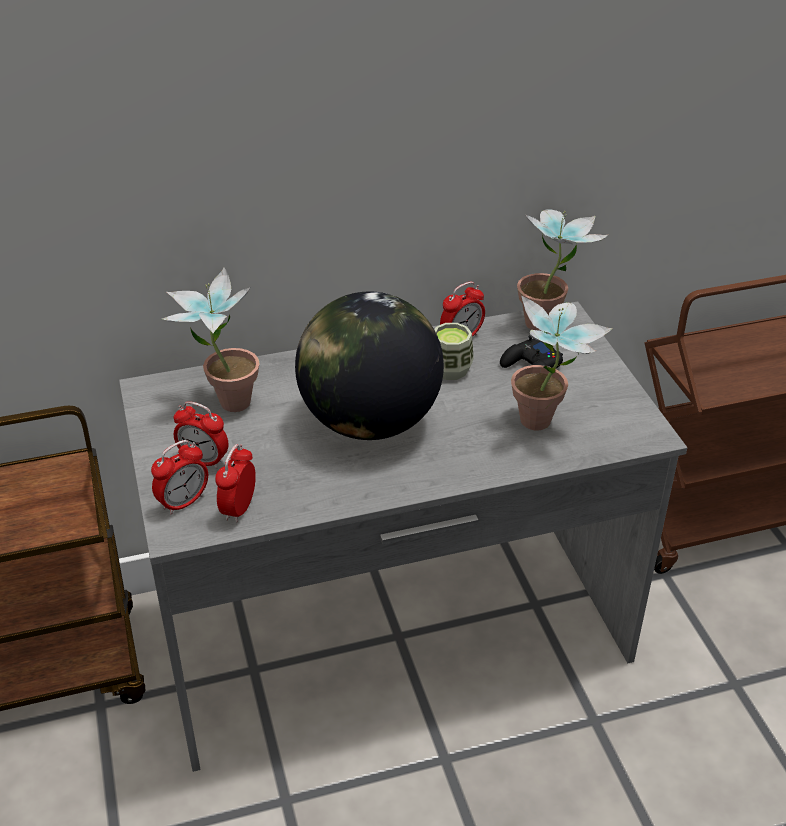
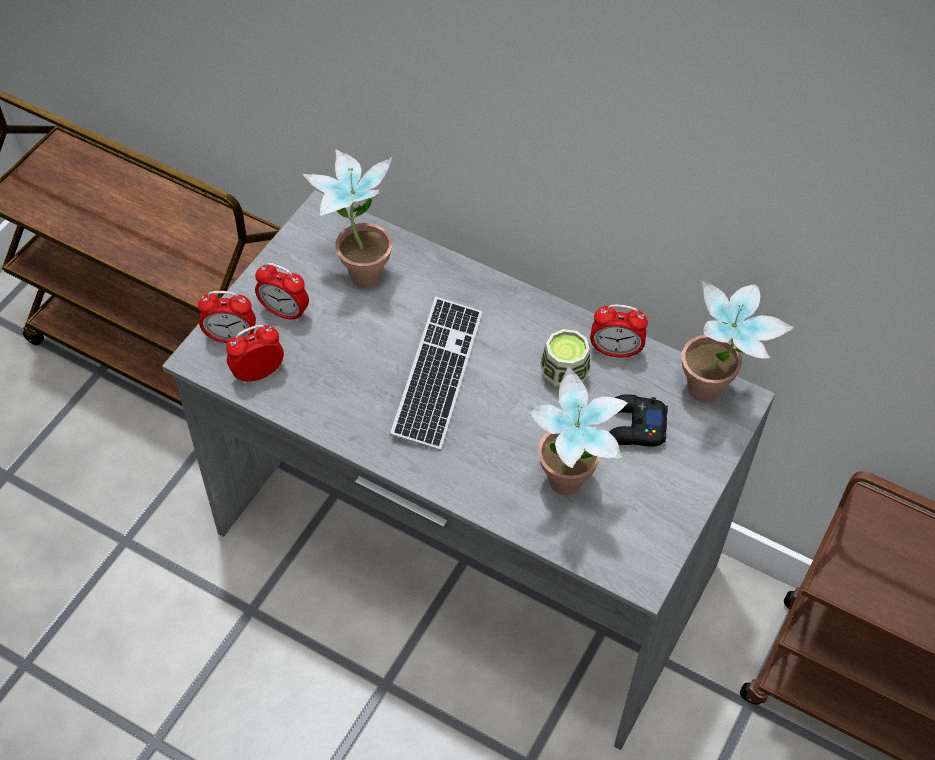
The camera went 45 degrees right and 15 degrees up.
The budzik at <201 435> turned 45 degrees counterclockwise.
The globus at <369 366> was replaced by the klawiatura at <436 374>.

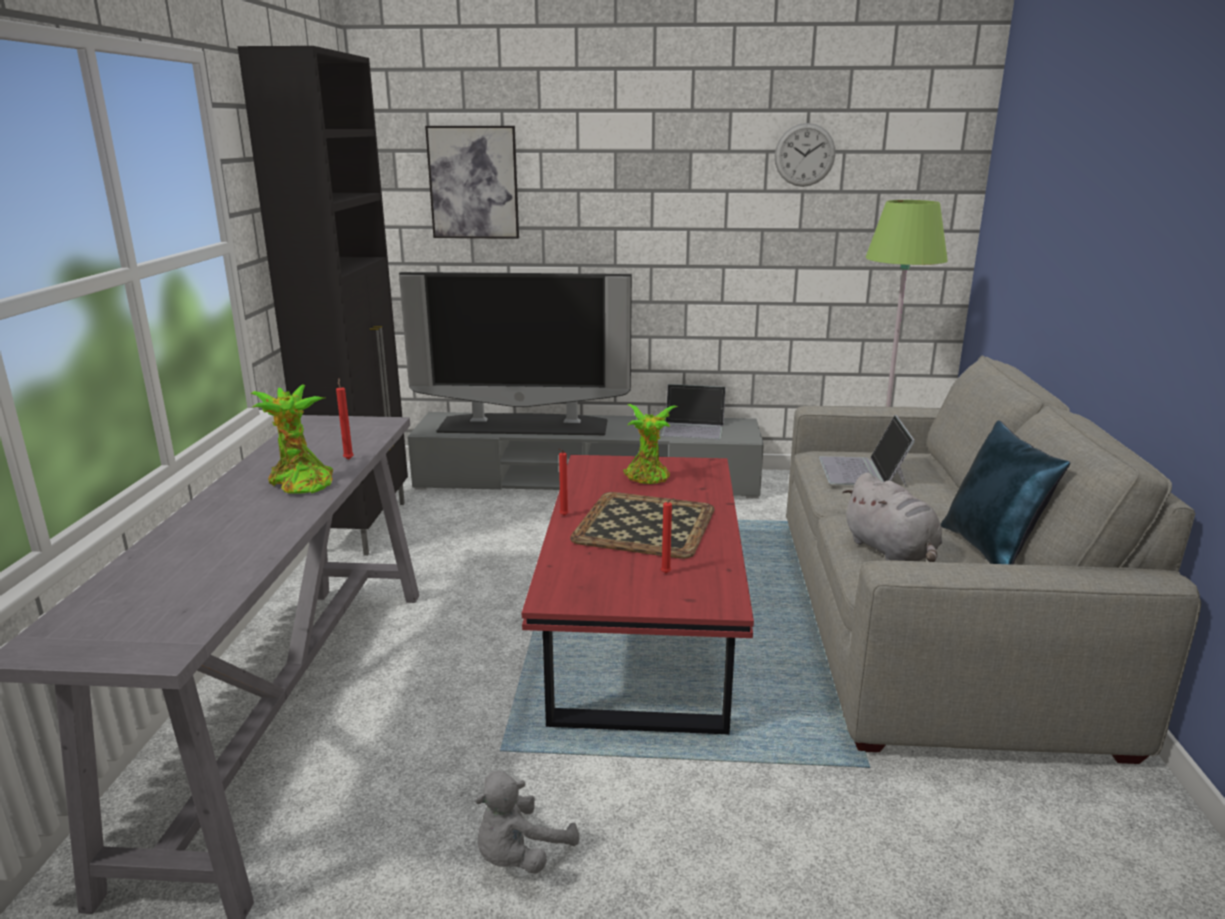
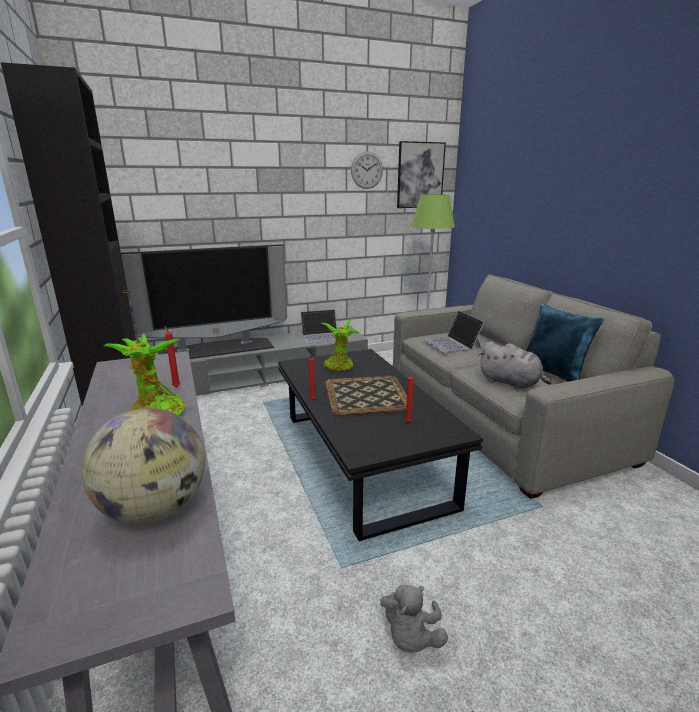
The camera went 25 degrees left and 0 degrees up.
The globus at <143 466> appeared.
The ława (czerwony) at <638 594> became the ława (czarny) at <380 445>.
The obraz moved from <472 182> to <421 174>.

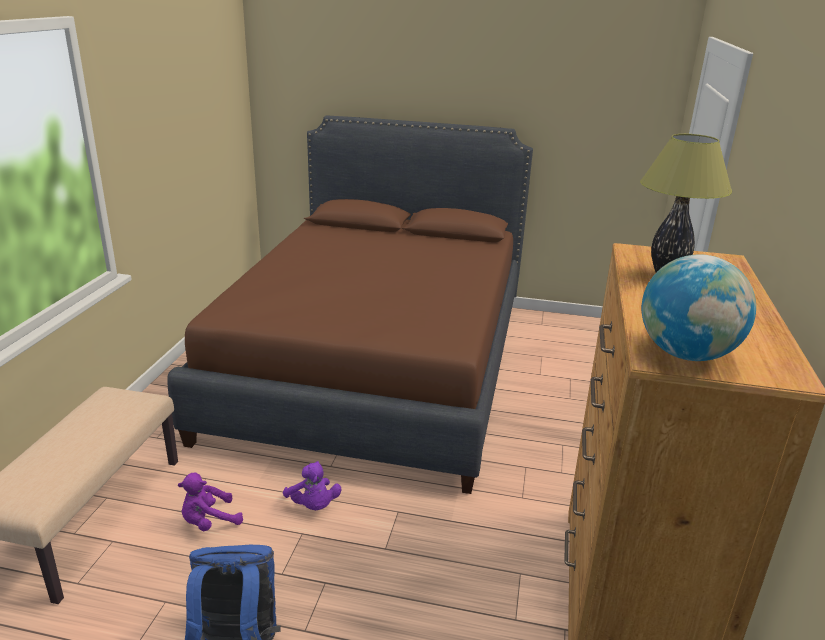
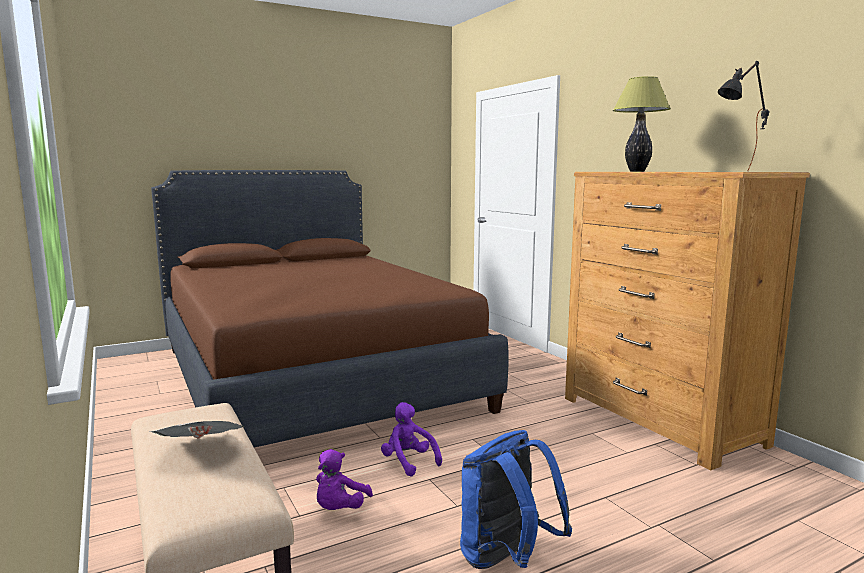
The camera went 40 degrees left and 15 degrees down.
The gazeta at <196 429> appeared.
The pluszak (fioletowy) at <312 485> turned 150 degrees counterclockwise.
The globus at <699 307> was replaced by the lampa stołowa (czarny) at <743 116>.

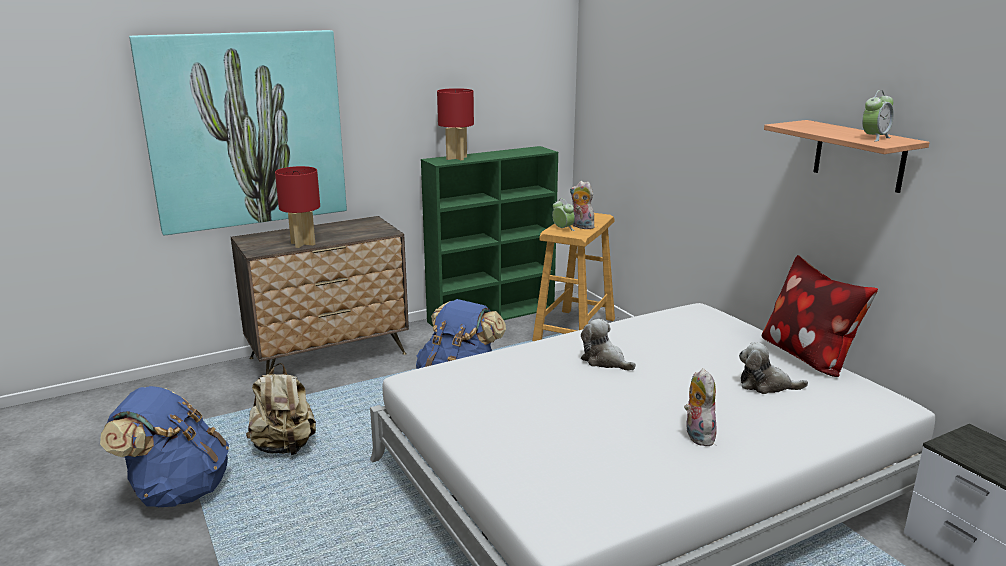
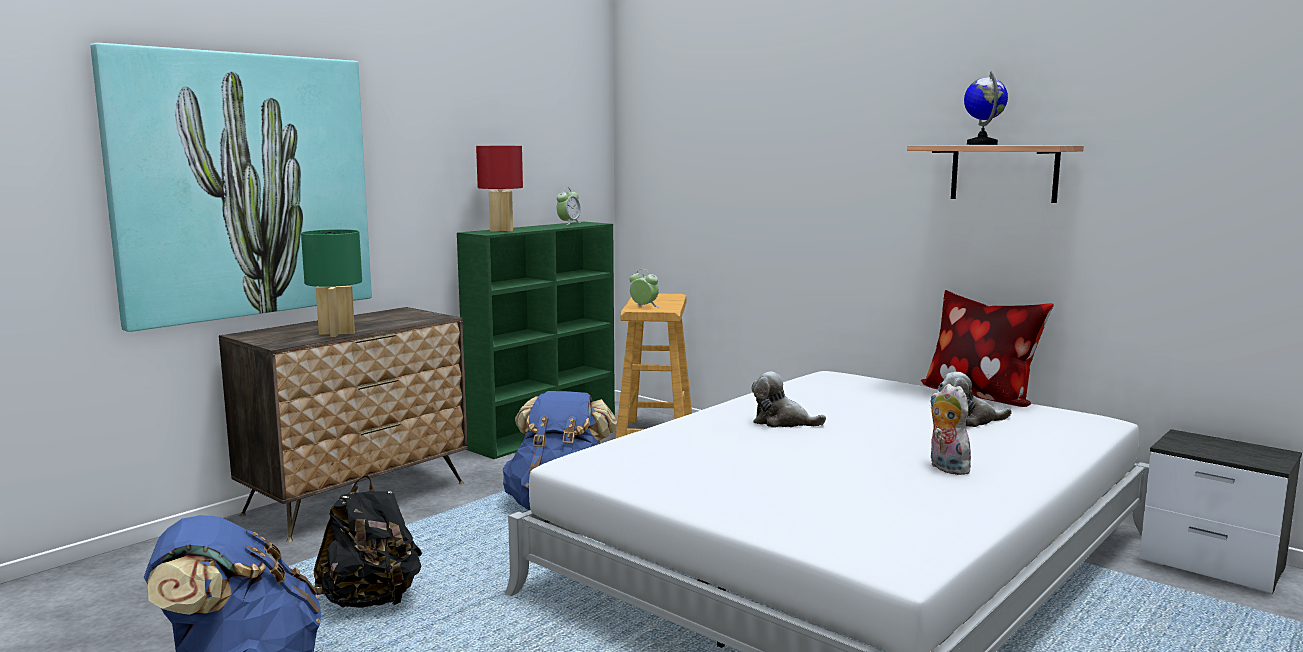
The camera went 20 degrees left and 10 degrees down.
The lampa stołowa (czerwony) at <297 207> became the lampa stołowa (zielony) at <331 283>.
The plecak (beżowy) at <281 409> became the plecak (czarny) at <368 541>.
The budzik moved from <878 116> to <568 206>.
The globus at <986 108> appeared.
The pluszak at <582 205> disappeared.

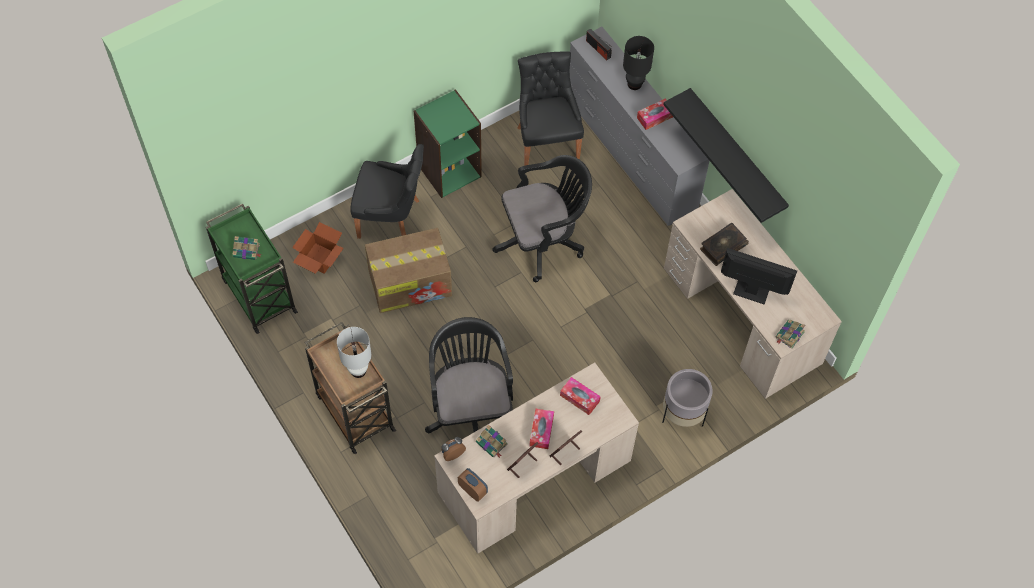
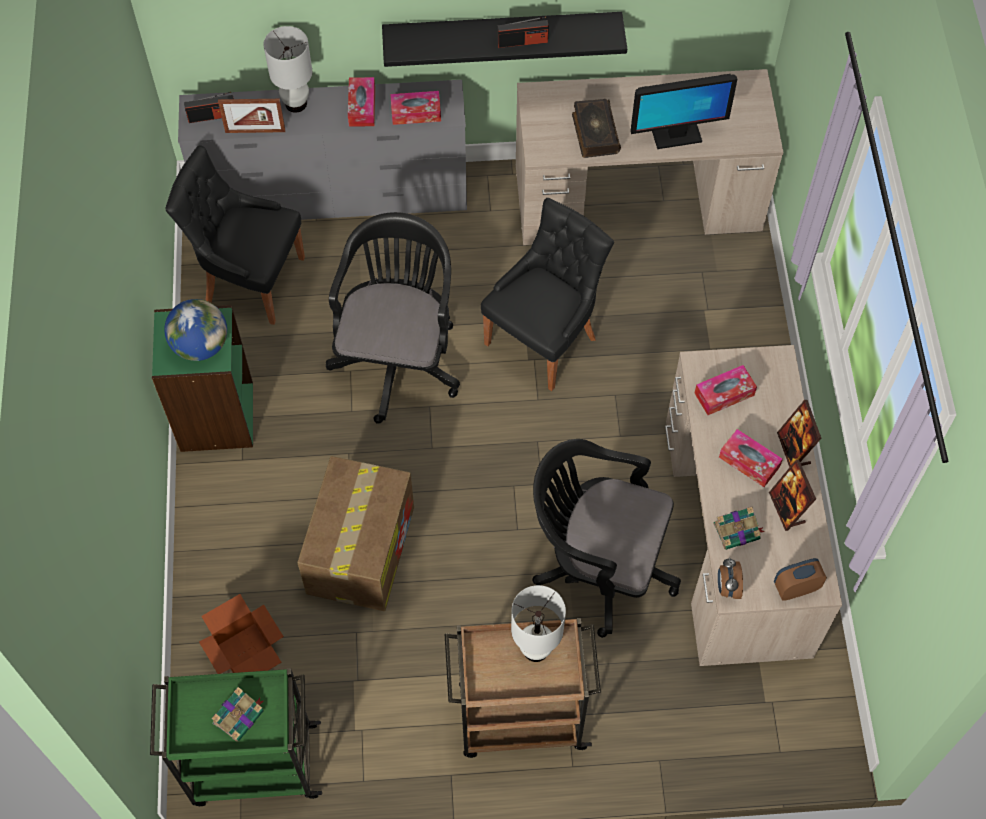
The camera went 60 degrees left and 0 degrees up.
The globus at <195 330> appeared.
The ramka na zdjęcie at <251 116> appeared.
The lampa stołowa (czarny) at <638 63> became the lampa stołowa (biały) at <287 69>.
The pudełko chusteczek at <415 108> appeared.
The krzesło (czarny) moved from <387 191> to <547 294>.
The radio at <523 32> appeared.
The monitor at <759 276> turned 150 degrees counterclockwise.
The donica (szary) at <687 398> disappeared.
The książka at <790 334> disappeared.

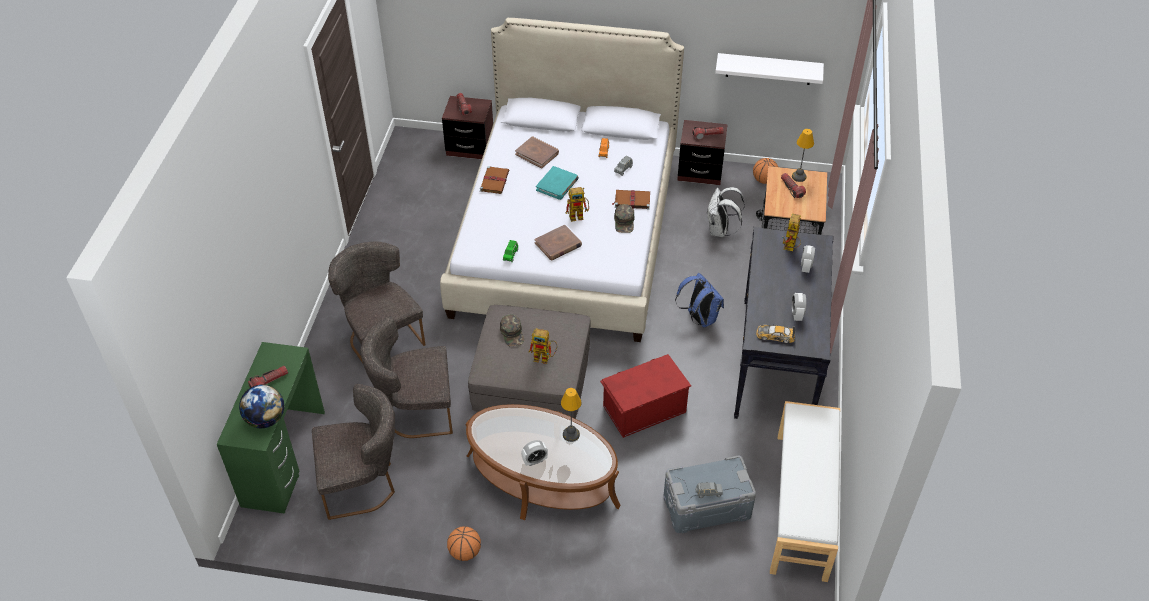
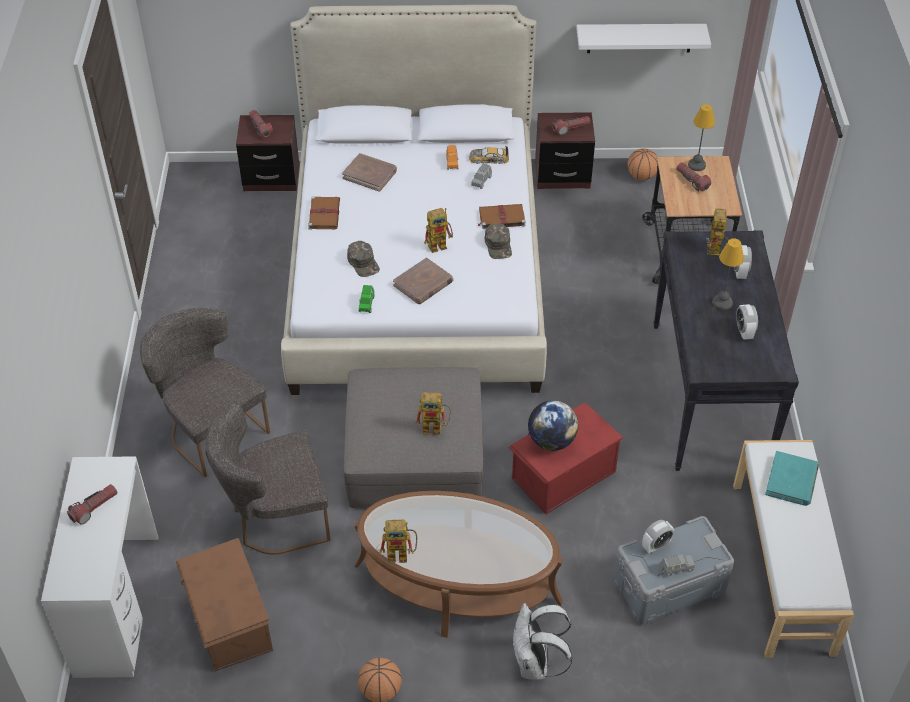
The camera went 10 degrees left and 0 degrees up.
The biurko (zielony) at <271 428> became the biurko (biały) at <100 567>.
The krzesło (szary) at <353 452> was replaced by the pojemnik do przechowywania (brązowy) at <224 605>.
The czapka z daszkiem (zielony) moved from <512 330> to <363 259>.
The robot zabawkowy at <398 541> appeared.
The samochodzik moved from <775 333> to <489 155>.
The plecak (biały) moved from <725 212> to <542 641>.
The globus moved from <261 406> to <553 425>.
The budzik moved from <534 453> to <658 536>.
The lampa stołowa moved from <571 415> to <728 274>.
The książka (turkusowy) moved from <557 183> to <792 478>.
The plecak (niebieski) at <699 300> disappeared.

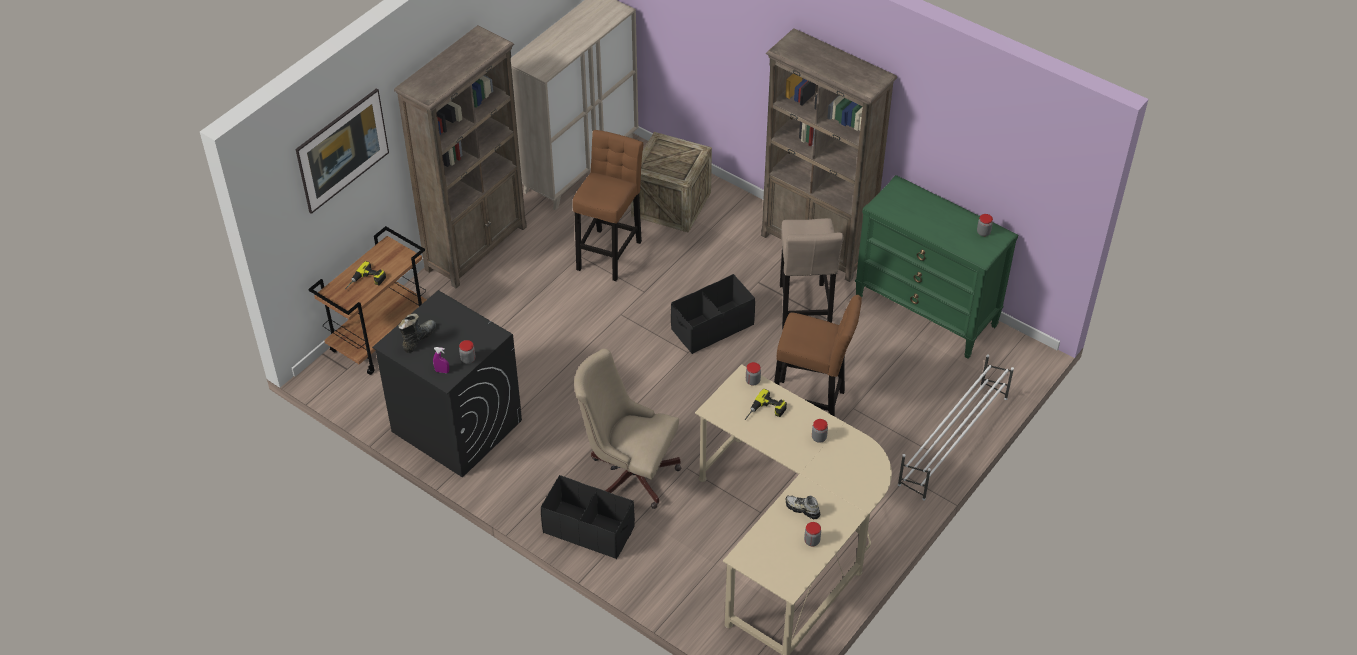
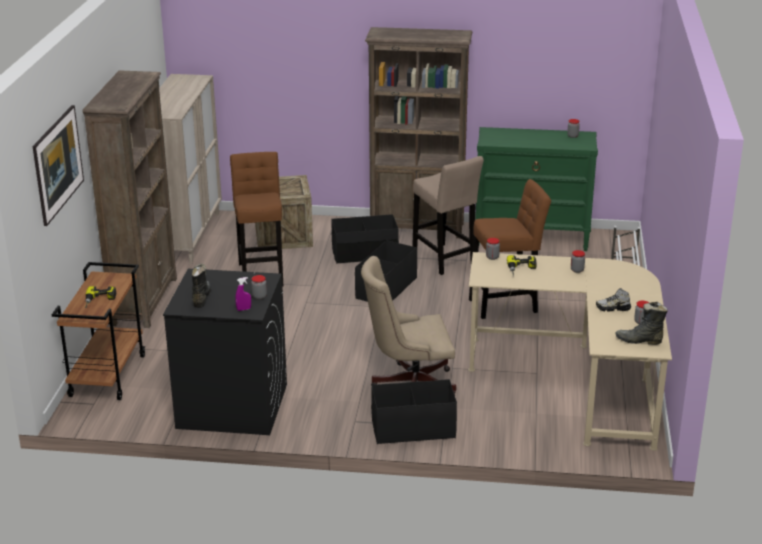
The camera went 30 degrees left and 20 degrees down.
The pojemnik do przechowywania (czarny) at <365 239> appeared.
The but z cholewką (czarny) at <641 323> appeared.

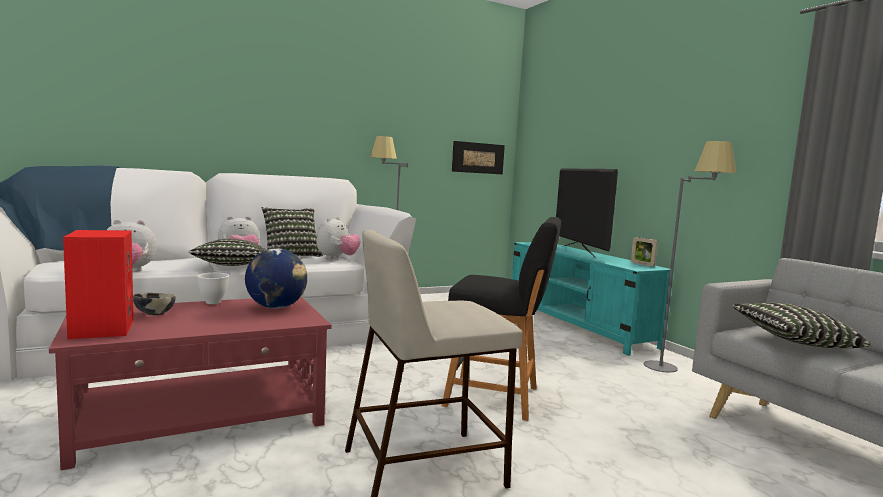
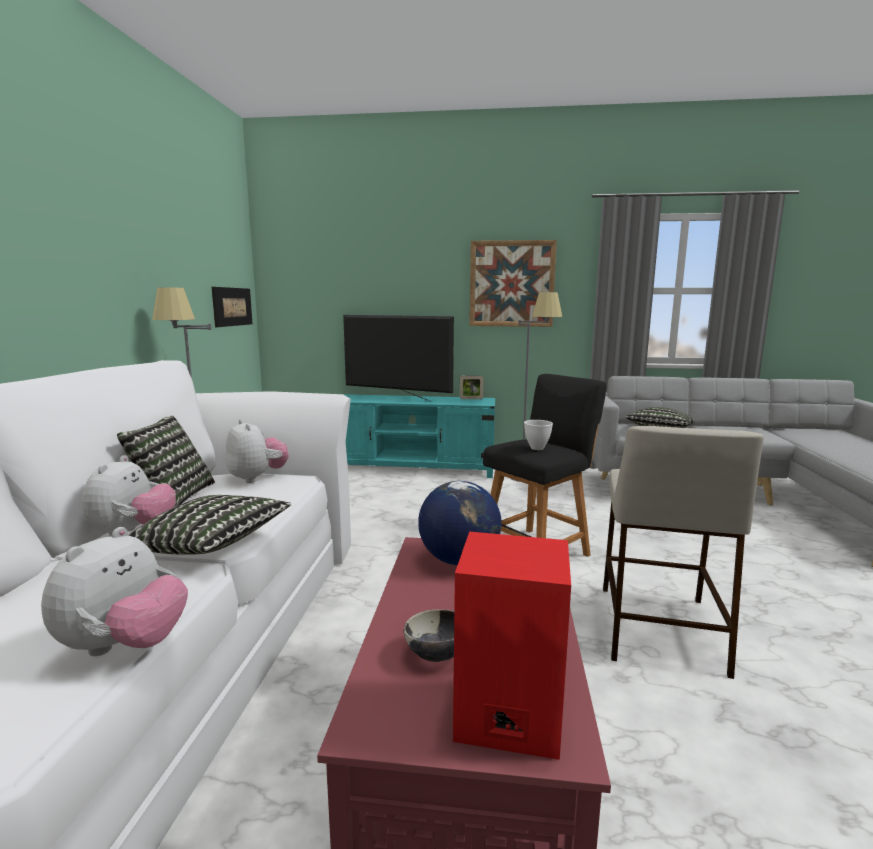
The camera went 55 degrees left and 5 degrees up.
The obraz at <513 283> appeared.
The miska (biały) moved from <213 288> to <538 435>.

